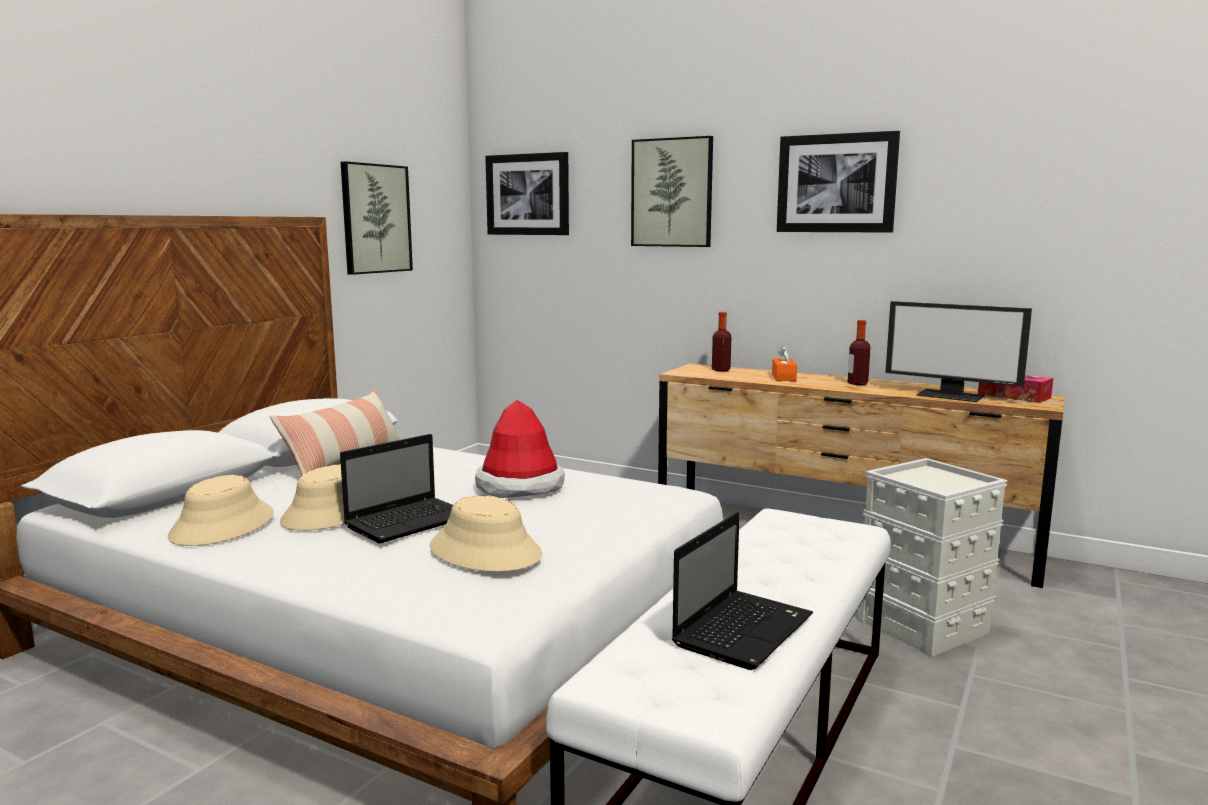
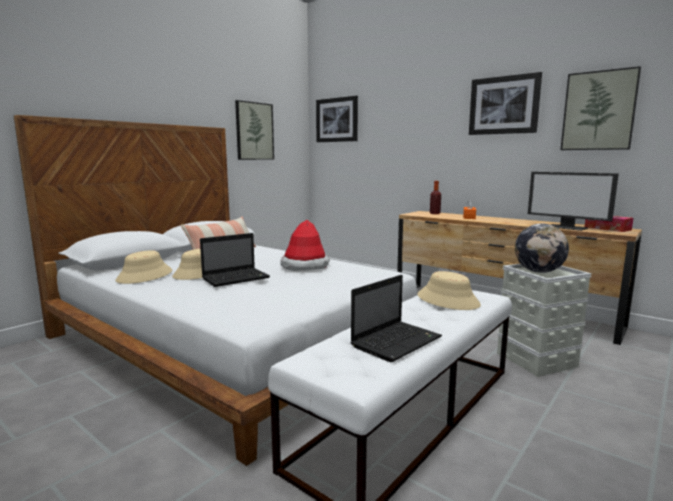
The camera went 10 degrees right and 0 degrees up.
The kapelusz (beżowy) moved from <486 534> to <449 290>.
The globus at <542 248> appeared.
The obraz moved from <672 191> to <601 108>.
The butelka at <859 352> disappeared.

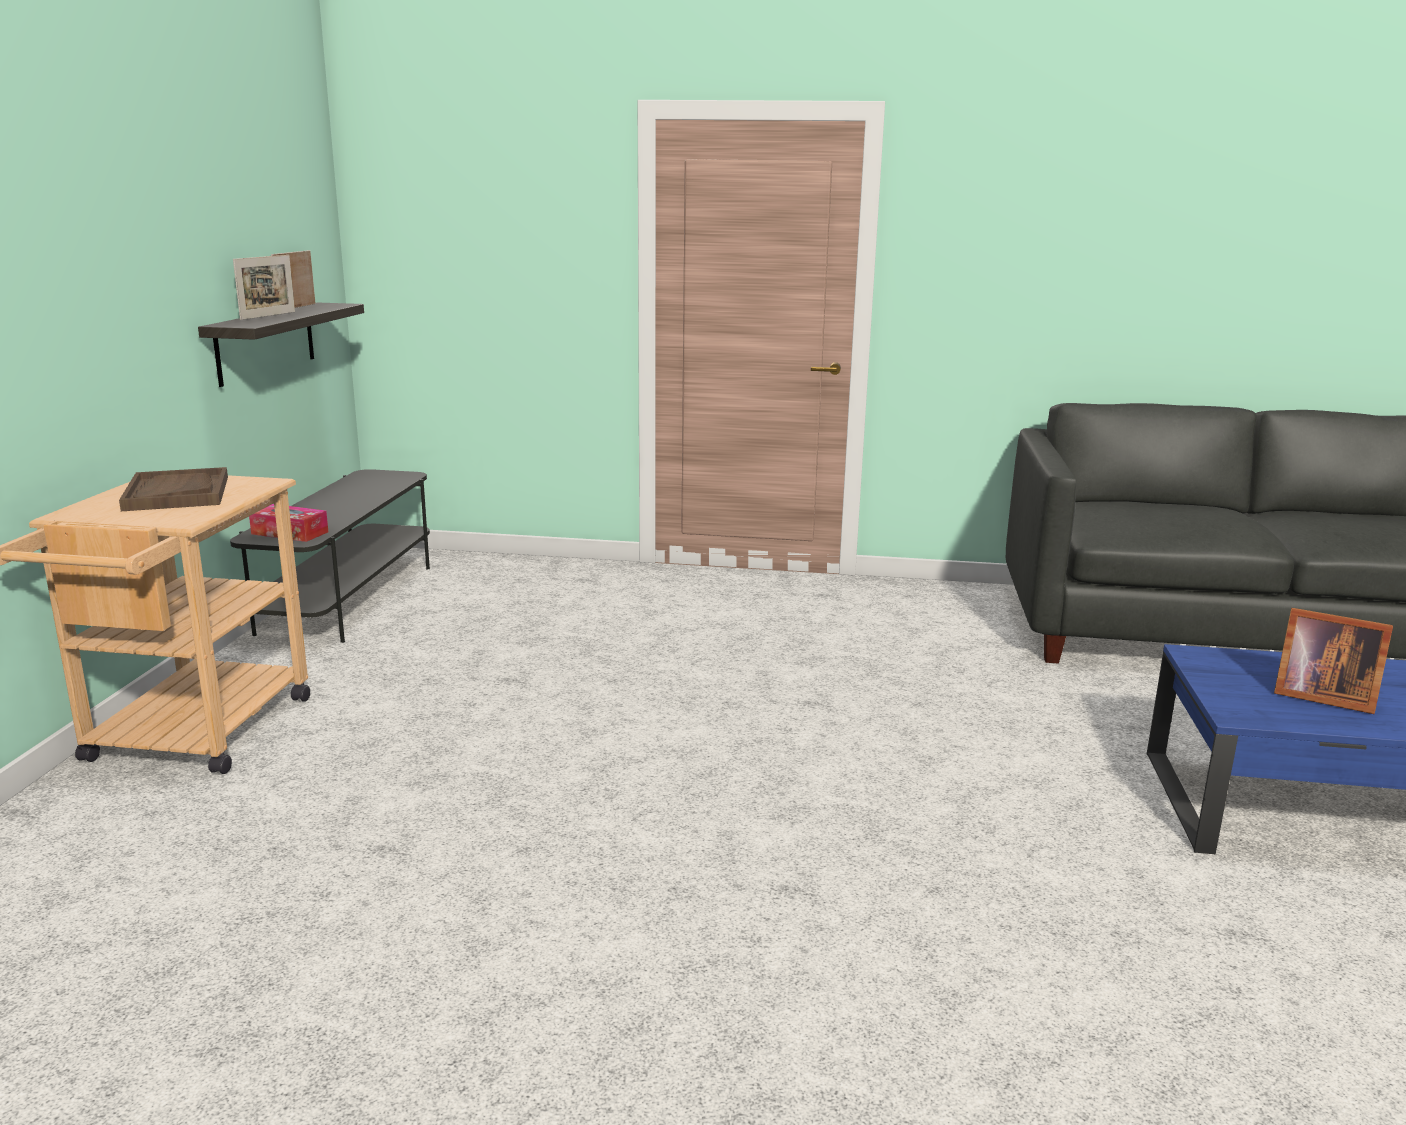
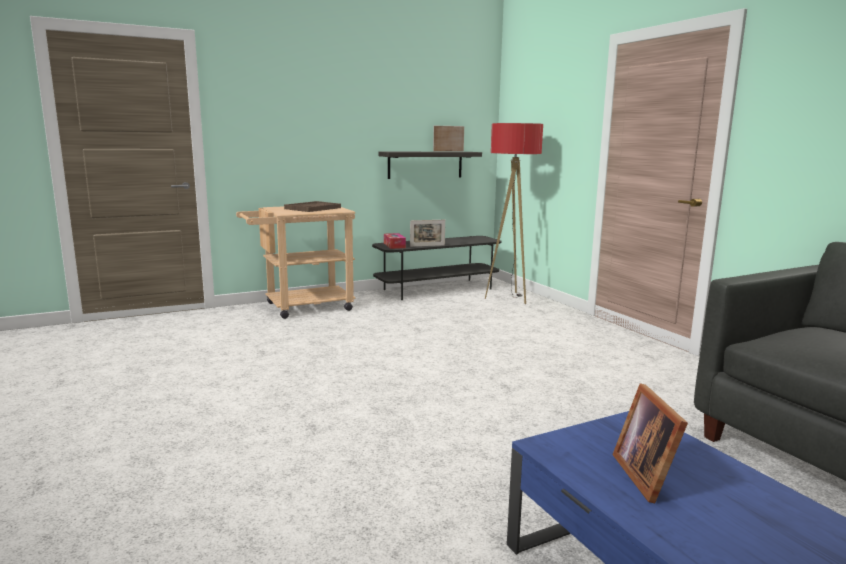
The camera went 55 degrees right and 5 degrees down.
The ramka na zdjęcie moved from <264 287> to <427 233>.
The lampa stojąca at <514 213> appeared.

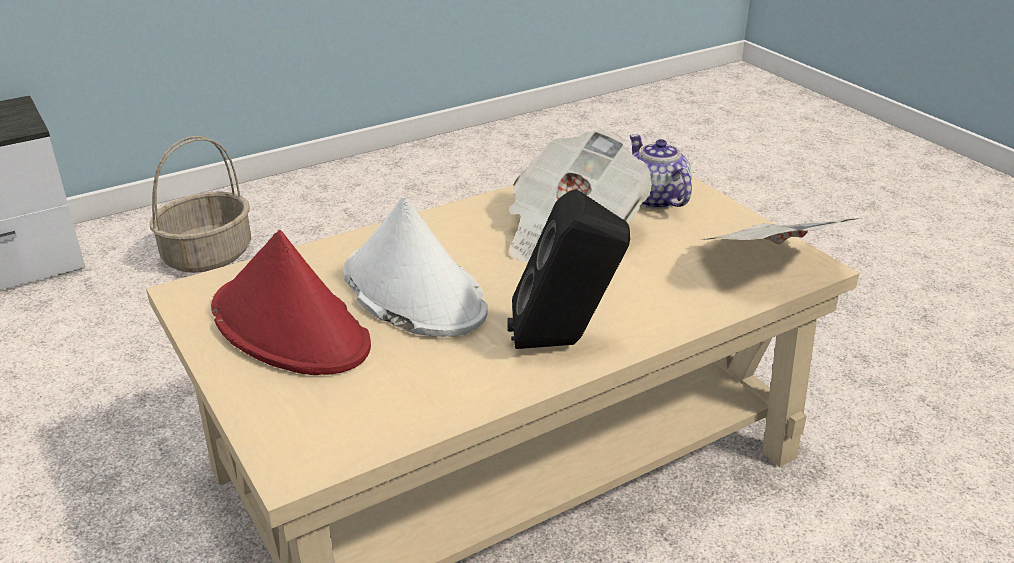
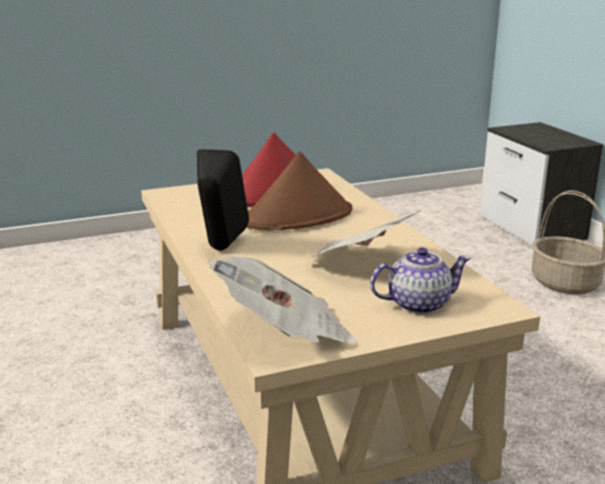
The camera went 100 degrees right and 10 degrees down.
The kapelusz (biały) at <416 267> became the kapelusz (brązowy) at <299 191>.

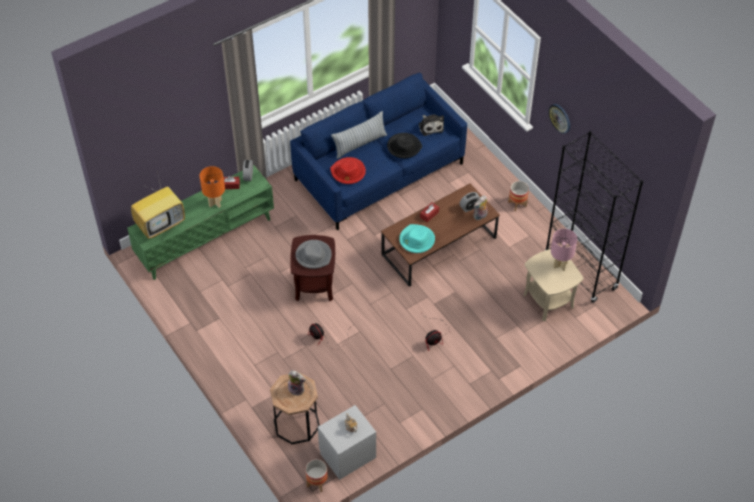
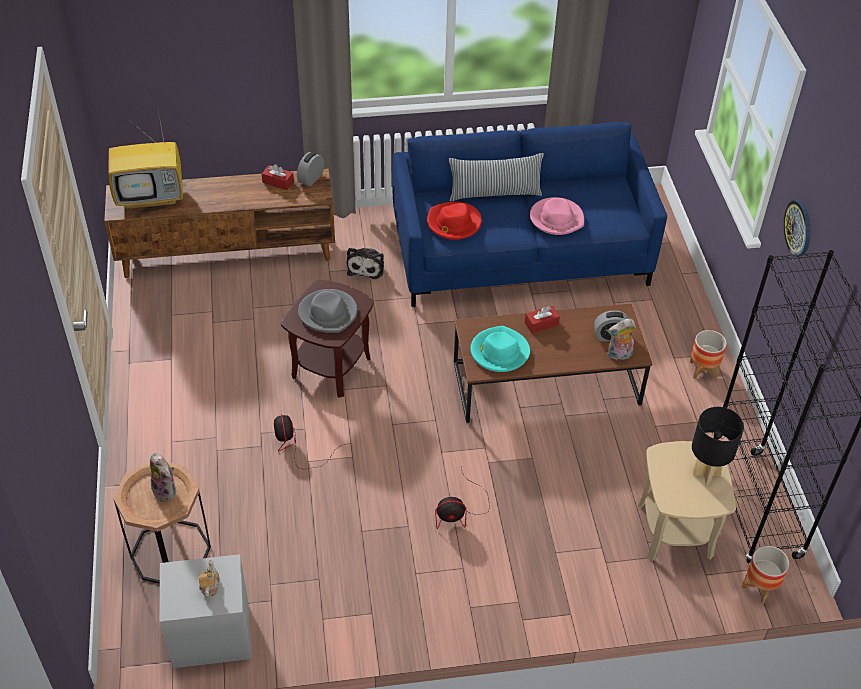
The camera went 25 degrees right and 5 degrees down.
The szafka pod telewizor (zielony) at <200 222> became the szafka pod telewizor (brązowy) at <219 223>.
The pluszak moved from <431 125> to <365 263>.
The kapelusz (czarny) at <404 145> became the kapelusz (różowy) at <557 216>.
The lampa stołowa (różowy) at <564 250> became the lampa stołowa (czarny) at <718 446>.
The donica moved from <316 475> to <765 575>.
The lampa stołowa (pomarańczowy) at <212 187> disappeared.

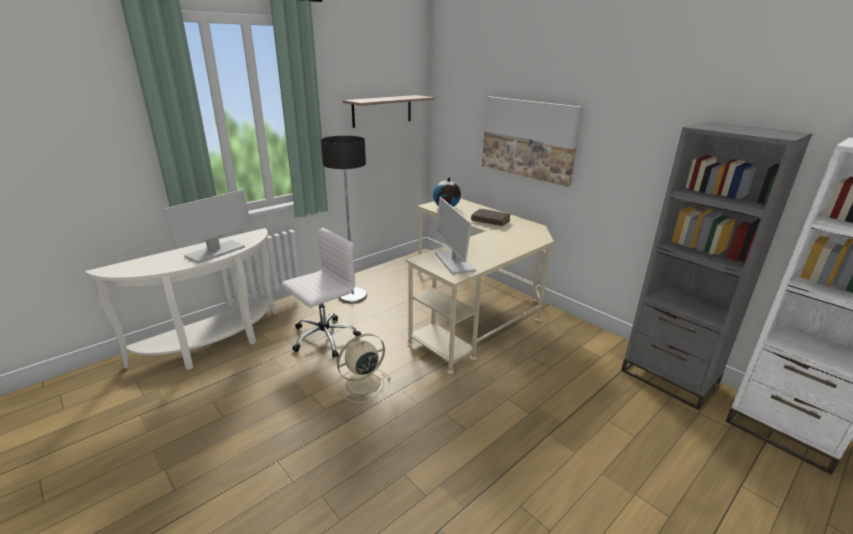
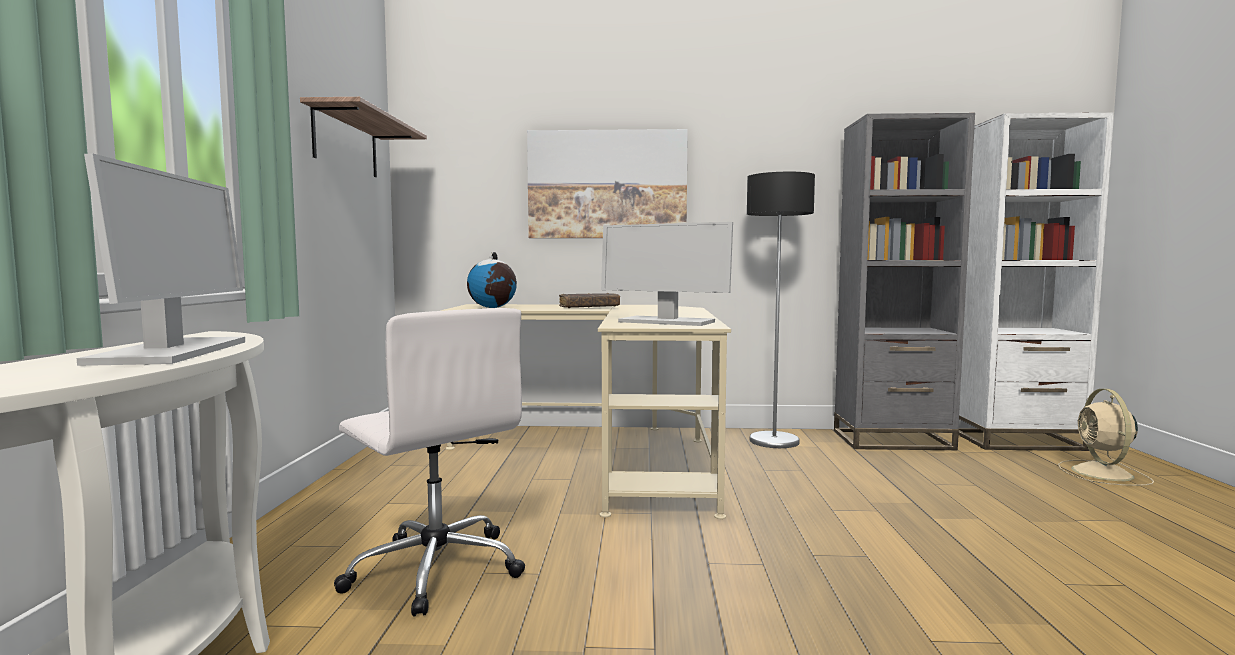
The camera went 45 degrees left and 20 degrees down.
The krzesło biurowe (biały) at <321 293> turned 135 degrees clockwise.
The lampa stojąca moved from <344 219> to <781 310>.
The wentylator (beżowy) moved from <364 368> to <1106 437>.

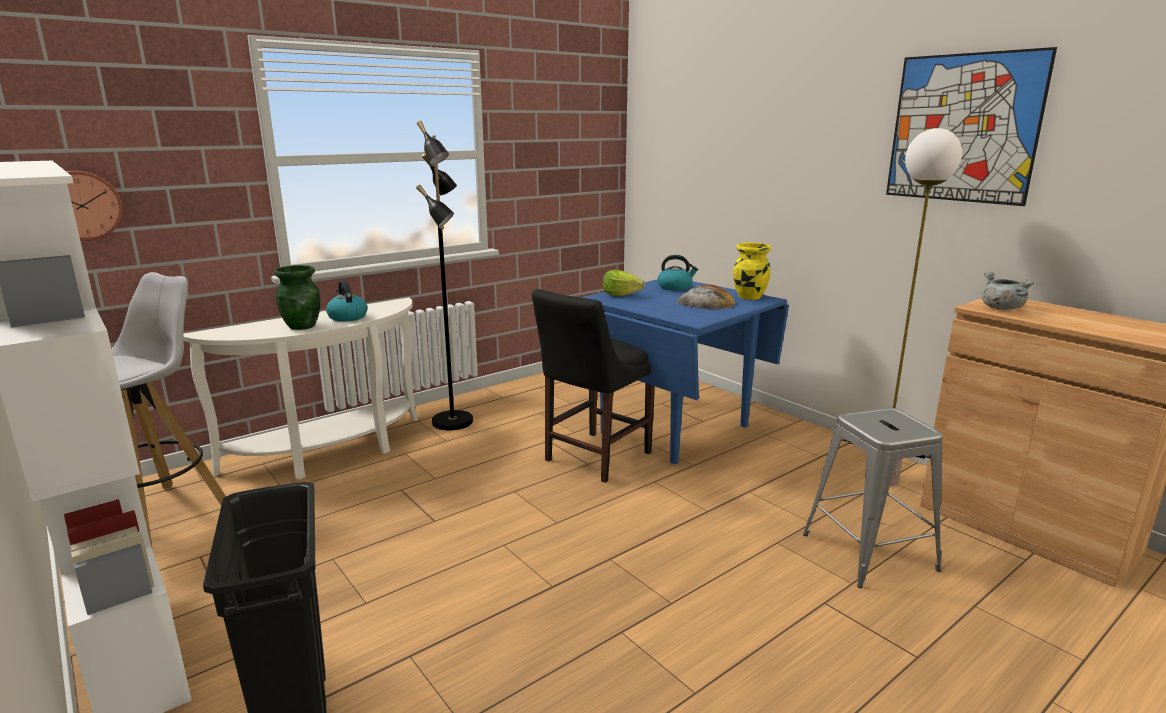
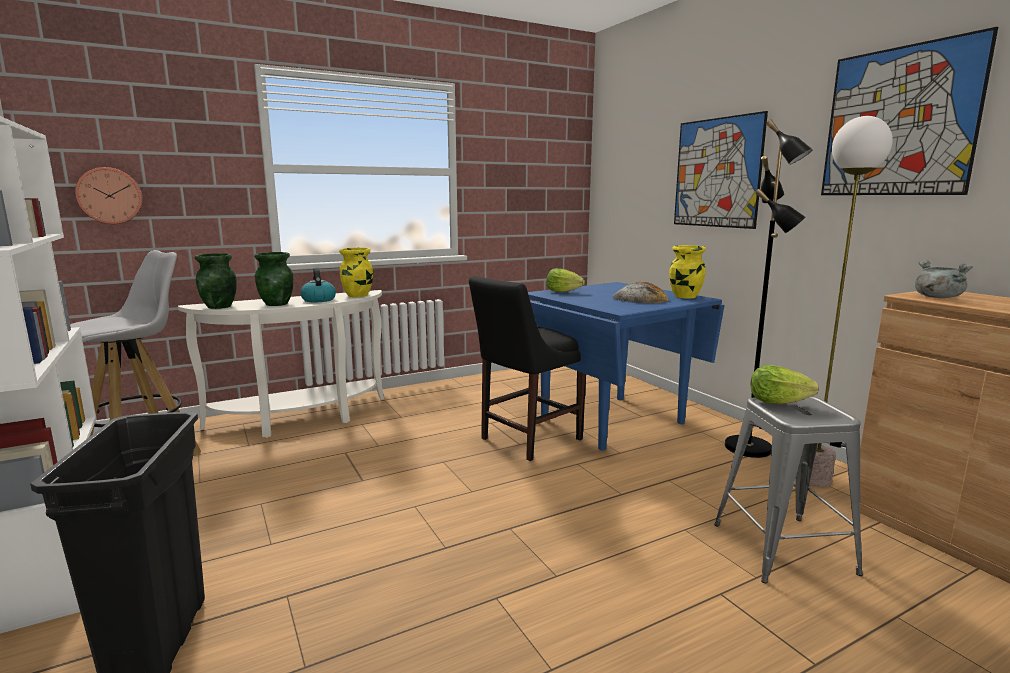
The camera went 10 degrees right and 5 degrees down.
The wazon (zielony) at <215 281> appeared.
The wazon (żółty) at <356 272> appeared.
The obraz at <721 170> appeared.
The lampa stojąca (czarny) moved from <444 275> to <769 289>.
The sałata at <785 384> appeared.
The czajnik at <678 273> disappeared.

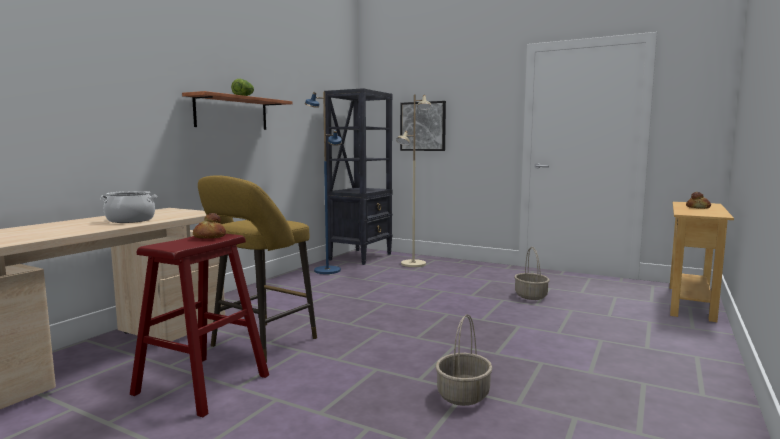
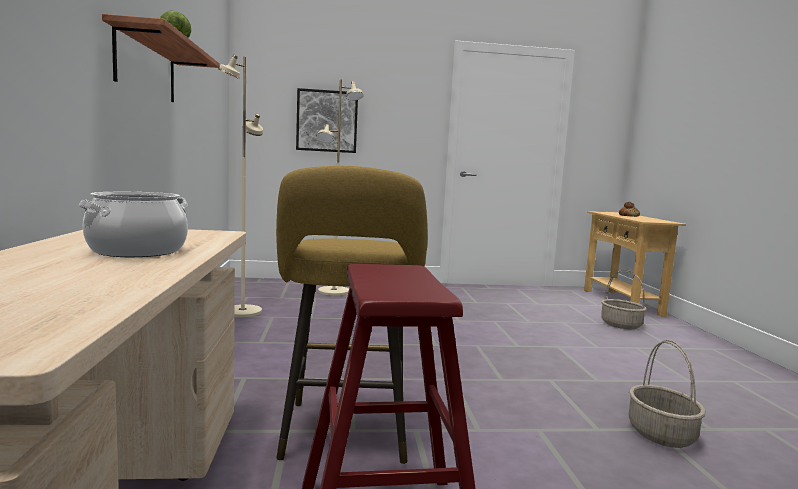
The camera went 35 degrees left and 0 degrees up.
The lampa stojąca (niebieski) at <323 183> became the lampa stojąca (beżowy) at <240 186>.
The koszyk moved from <532 273> to <624 299>.
The chleb at <209 226> disappeared.
The regał (czarny) at <358 176> disappeared.

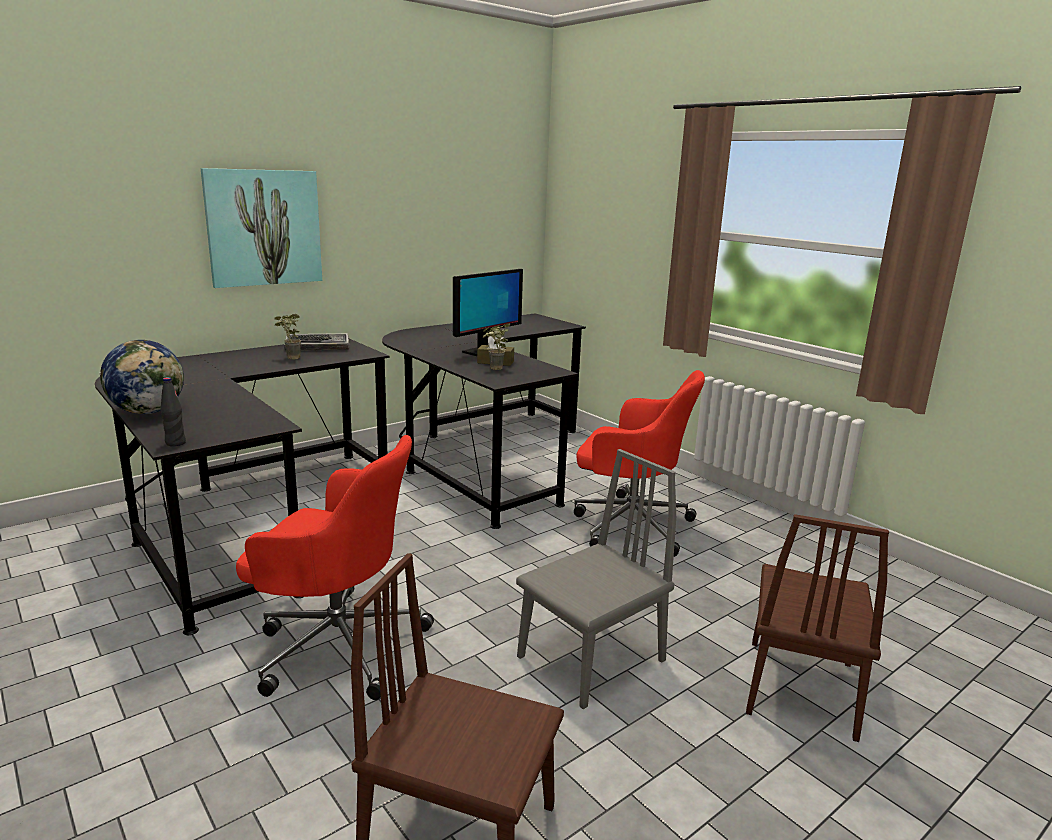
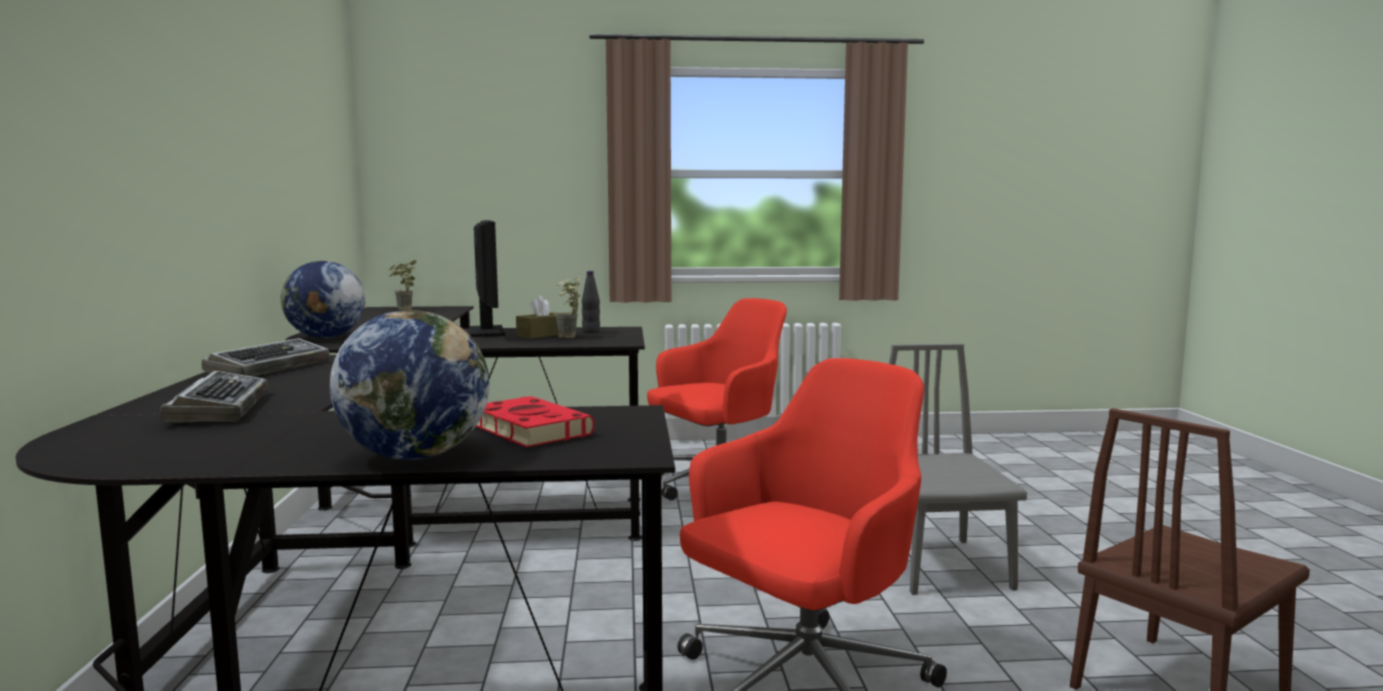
The camera went 55 degrees left and 10 degrees down.
The klawiatura at <213 397> appeared.
The globus at <322 299> appeared.
The roślina doniczkowa moved from <287 336> to <403 285>.
The książka (czerwony) at <535 421> appeared.
The butelka (czarny) moved from <173 411> to <591 302>.
The obraz at <261 228> disappeared.
The krzesło (brązowy) at <817 628> disappeared.

